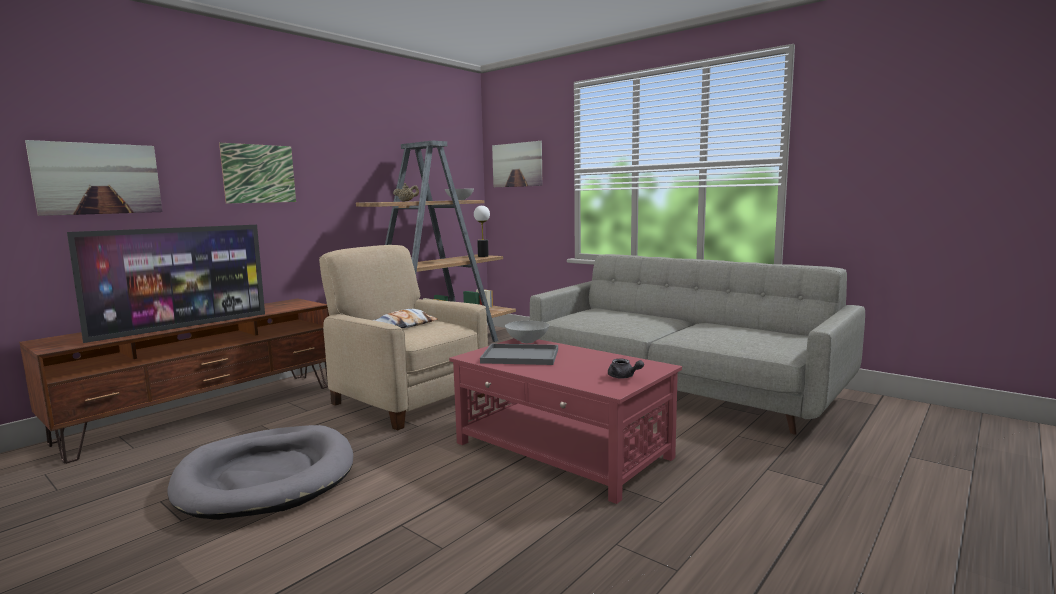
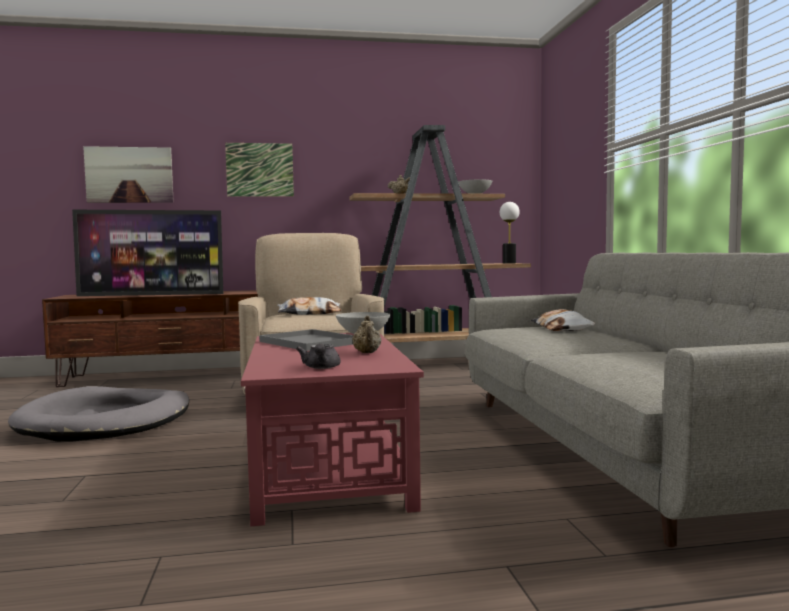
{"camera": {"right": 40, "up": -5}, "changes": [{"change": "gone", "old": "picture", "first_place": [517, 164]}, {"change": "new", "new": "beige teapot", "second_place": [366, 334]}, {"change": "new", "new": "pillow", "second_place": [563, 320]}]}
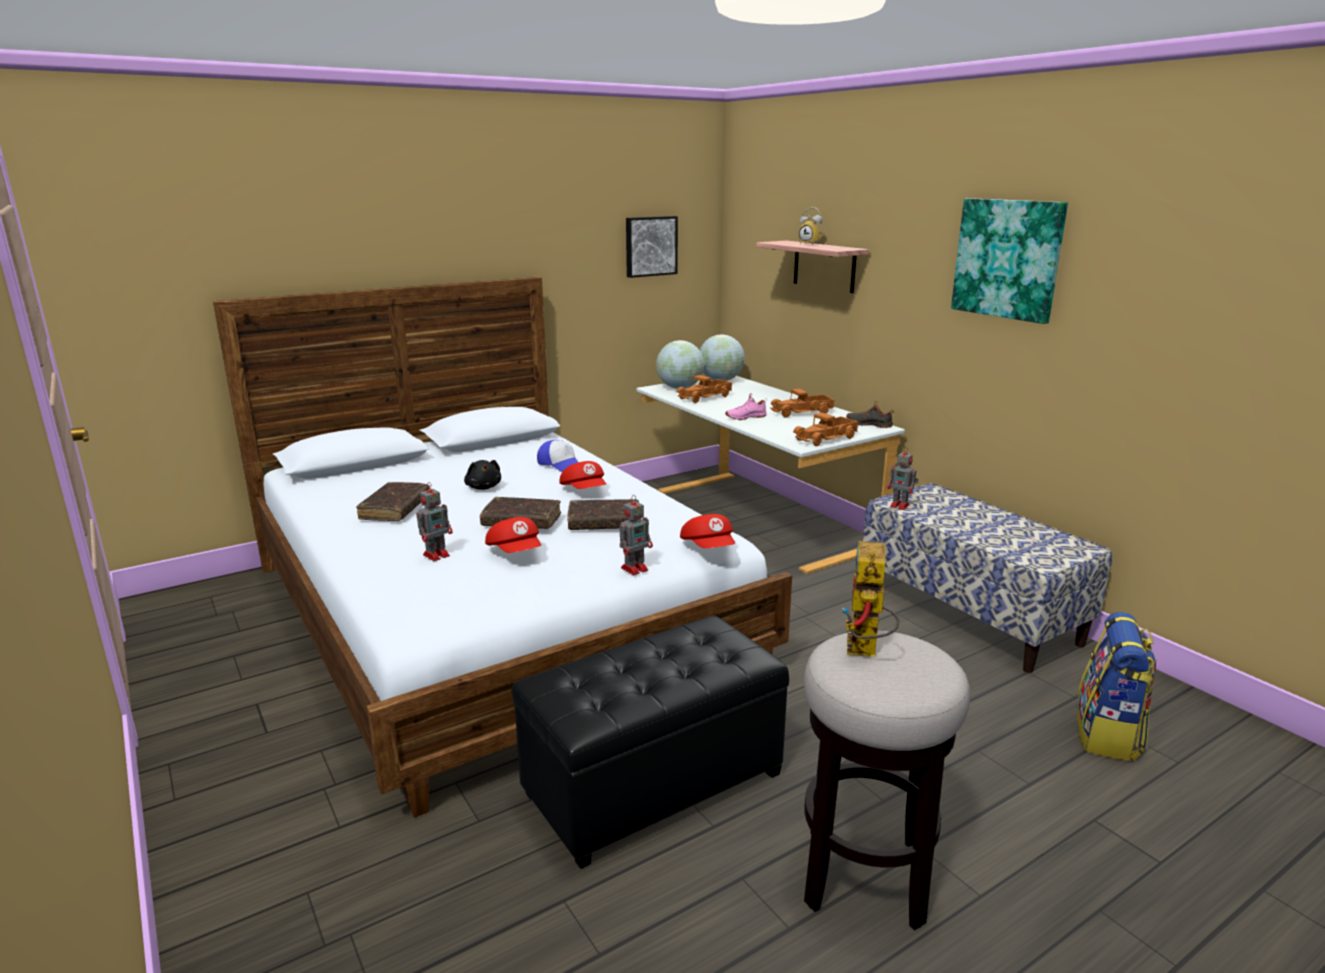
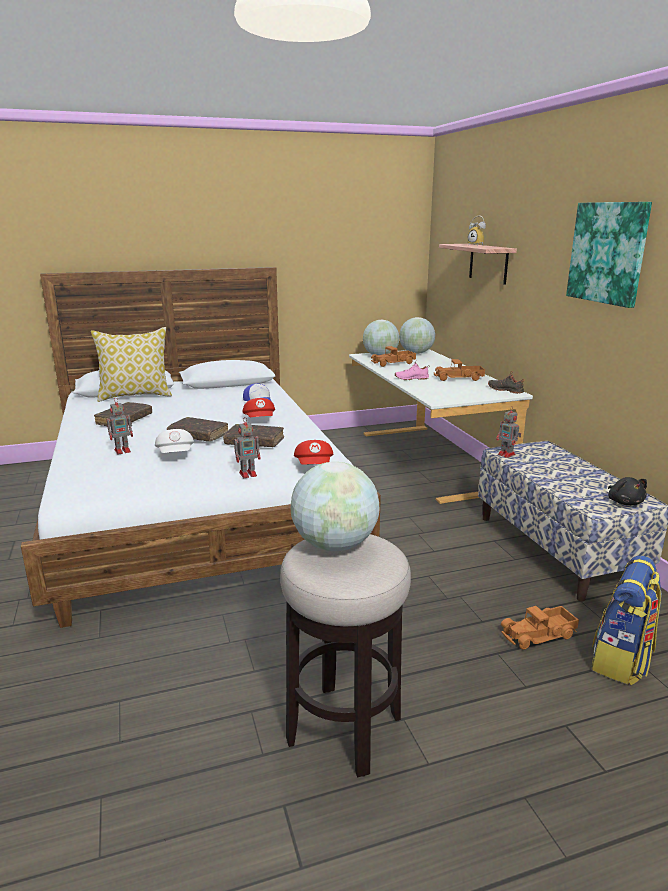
{"camera": {"right": 15, "up": 0}, "changes": [{"change": "gone", "old": "black ottoman", "first_place": [650, 742]}, {"change": "gone", "old": "picture", "first_place": [652, 247]}, {"change": "new", "new": "pillow", "second_place": [131, 364]}, {"change": "shifted", "old": "black plush toy", "first_place": [482, 475], "second_place": [627, 491]}, {"change": "shifted", "old": "toy truck", "first_place": [825, 429], "second_place": [540, 628]}, {"change": "swapped", "old": "toy robot", "new": "globe", "first_place": [870, 598], "second_place": [335, 506]}, {"change": "repainted", "old": "red cap", "new": "white cap", "first_place": [513, 535], "second_place": [174, 441]}]}
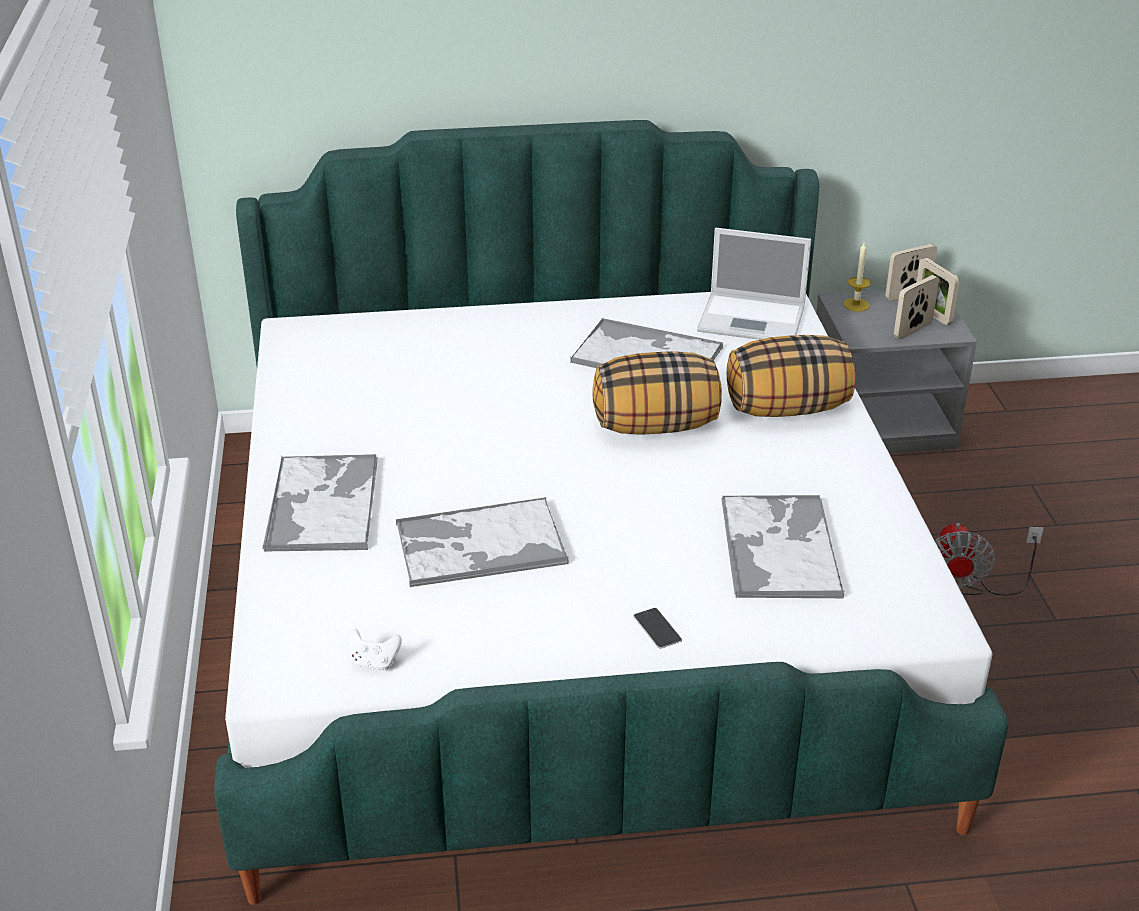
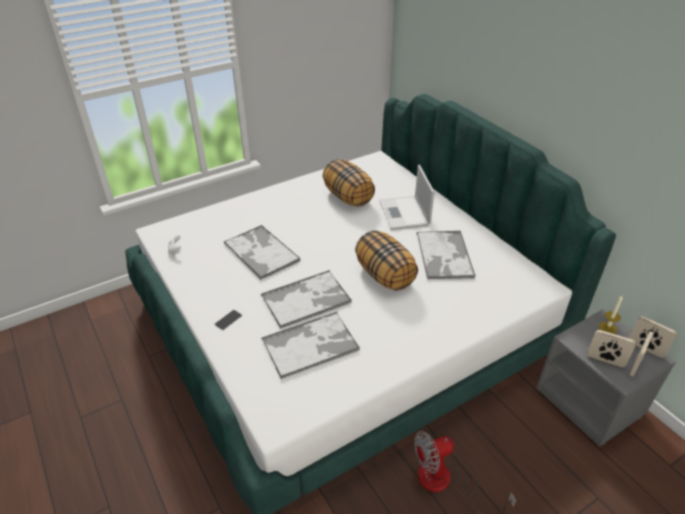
{"camera": {"right": 65, "up": 5}, "changes": [{"change": "shifted", "old": "tray", "first_place": [320, 502], "second_place": [306, 299]}, {"change": "shifted", "old": "laptop", "first_place": [754, 284], "second_place": [407, 197]}, {"change": "shifted", "old": "pillow", "first_place": [791, 376], "second_place": [349, 183]}]}
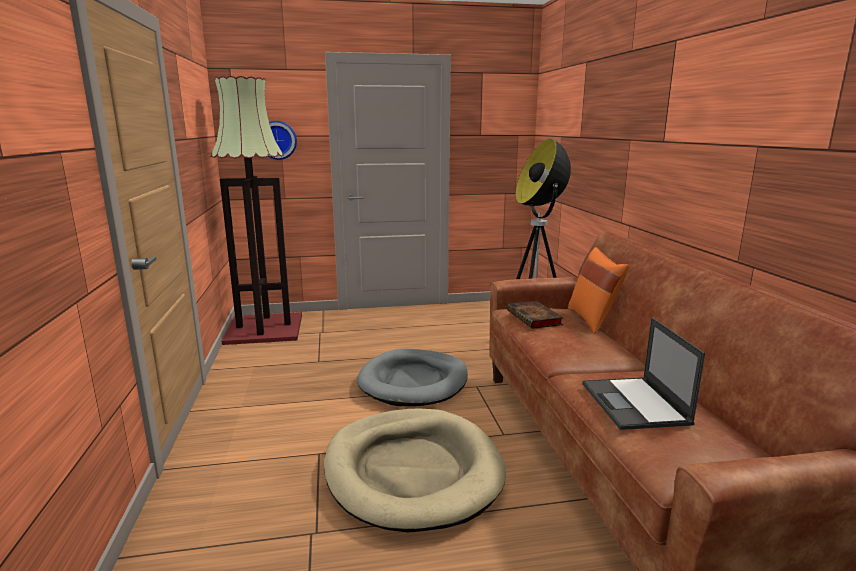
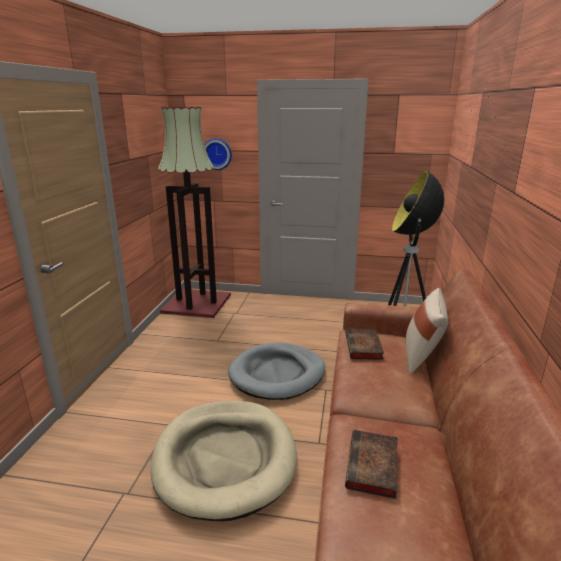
{"camera": {"right": 20, "up": 5}, "changes": [{"change": "swapped", "old": "laptop", "new": "book", "first_place": [643, 373], "second_place": [371, 464]}, {"change": "repainted", "old": "orange pillow", "new": "beige pillow", "first_place": [598, 290], "second_place": [427, 331]}]}
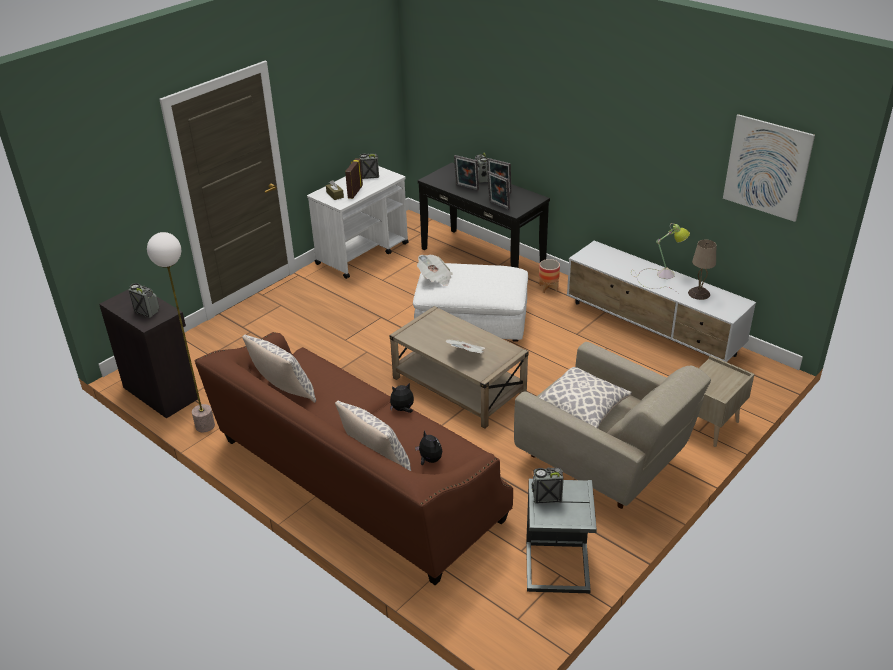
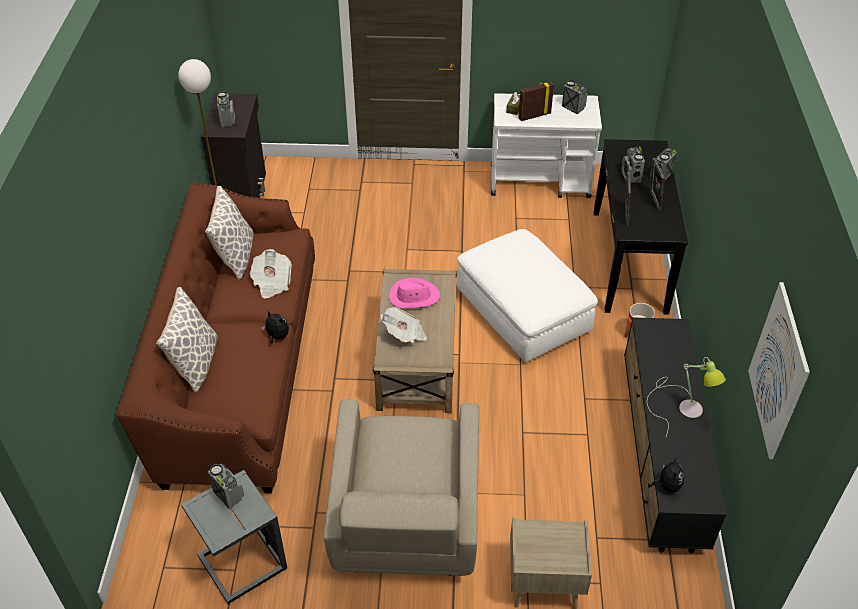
{"camera": {"right": 50, "up": 10}, "changes": [{"change": "gone", "old": "pillow", "first_place": [585, 397]}, {"change": "gone", "old": "beige table lamp", "first_place": [702, 270]}, {"change": "new", "new": "pink hat", "second_place": [414, 293]}, {"change": "shifted", "old": "plush toy", "first_place": [428, 447], "second_place": [668, 474]}, {"change": "shifted", "old": "newspaper", "first_place": [435, 270], "second_place": [270, 274]}, {"change": "swapped", "old": "picture frame", "new": "radio", "first_place": [466, 173], "second_place": [633, 164]}, {"change": "repainted", "old": "white tv stand", "new": "black tv stand", "first_place": [661, 301], "second_place": [675, 435]}]}
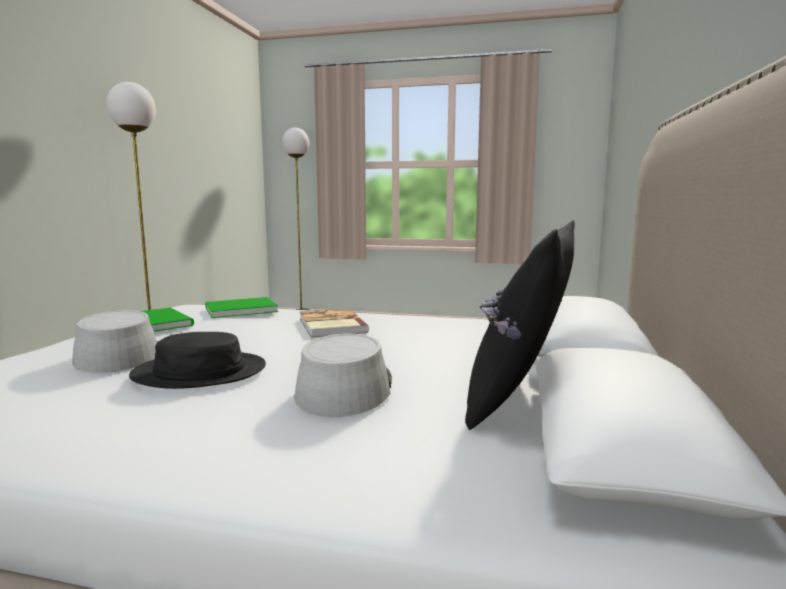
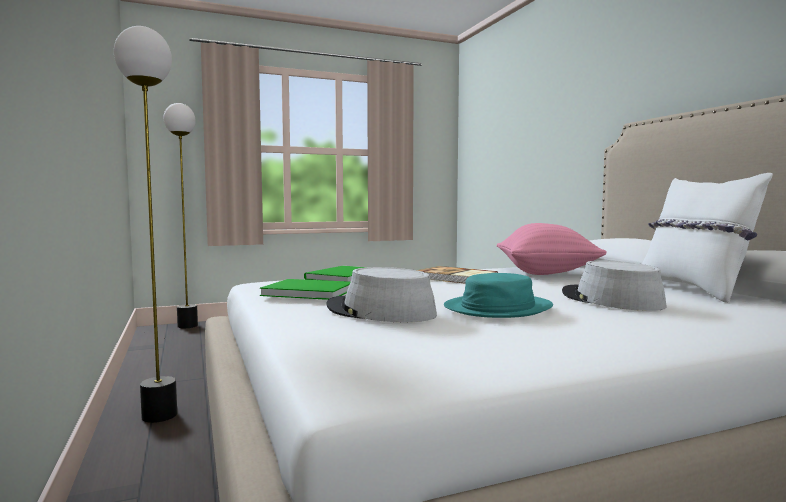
{"camera": {"right": -35, "up": -5}, "changes": [{"change": "new", "new": "pink pillow", "second_place": [552, 249]}, {"change": "repainted", "old": "black hat", "new": "turquoise hat", "first_place": [197, 360], "second_place": [498, 295]}, {"change": "repainted", "old": "black pillow", "new": "white pillow", "first_place": [520, 325], "second_place": [707, 238]}]}
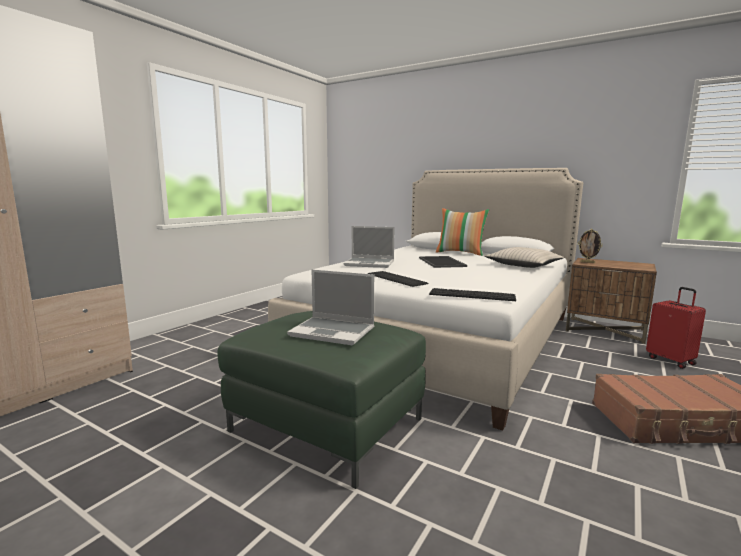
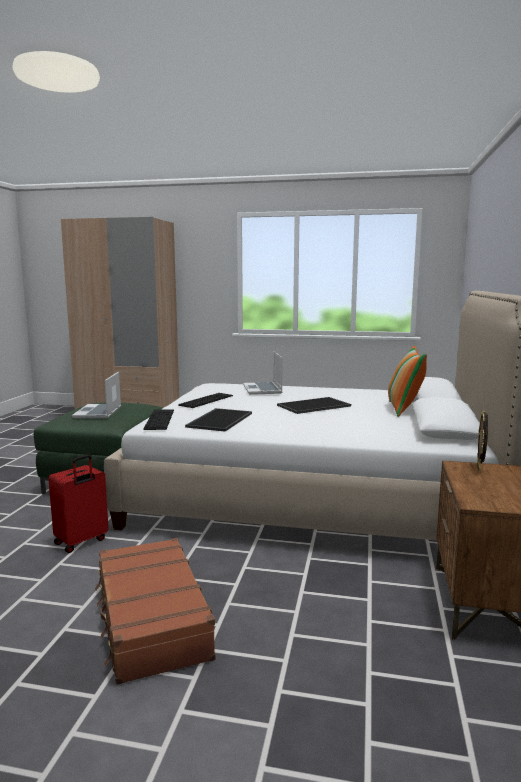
{"camera": {"right": 70, "up": 0}, "changes": [{"change": "gone", "old": "beige pillow", "first_place": [524, 257]}, {"change": "new", "new": "tray", "second_place": [218, 420]}, {"change": "shifted", "old": "red suitcase", "first_place": [676, 328], "second_place": [78, 504]}]}
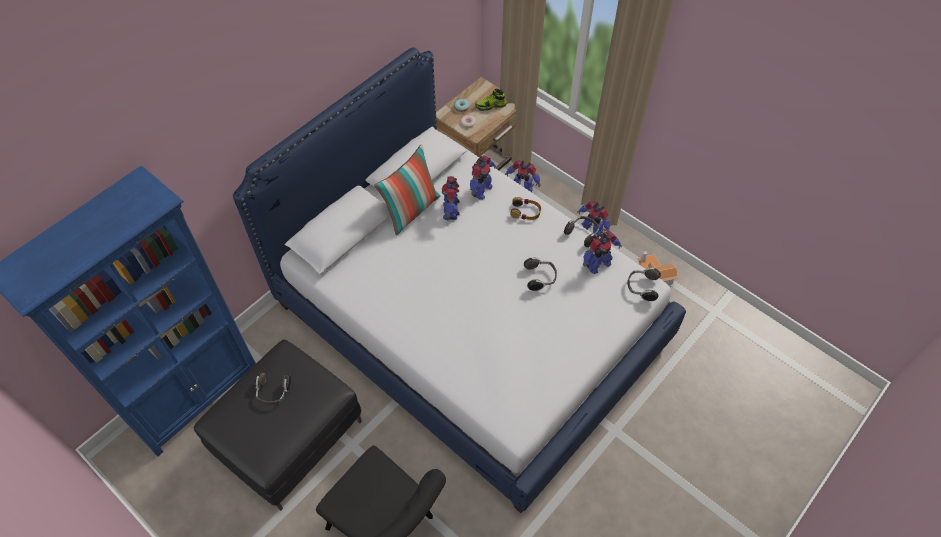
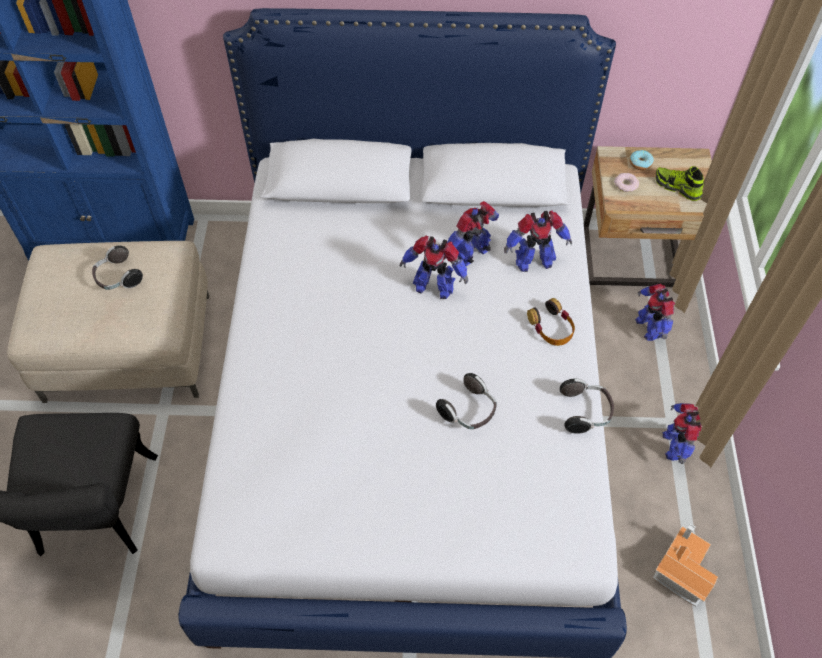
{"camera": {"right": 50, "up": 0}, "changes": [{"change": "gone", "old": "pillow", "first_place": [407, 189]}, {"change": "gone", "old": "headphones", "first_place": [644, 284]}, {"change": "shifted", "old": "toy robot", "first_place": [602, 252], "second_place": [434, 267]}, {"change": "repainted", "old": "black ottoman", "new": "beige ottoman", "first_place": [277, 425], "second_place": [108, 322]}]}
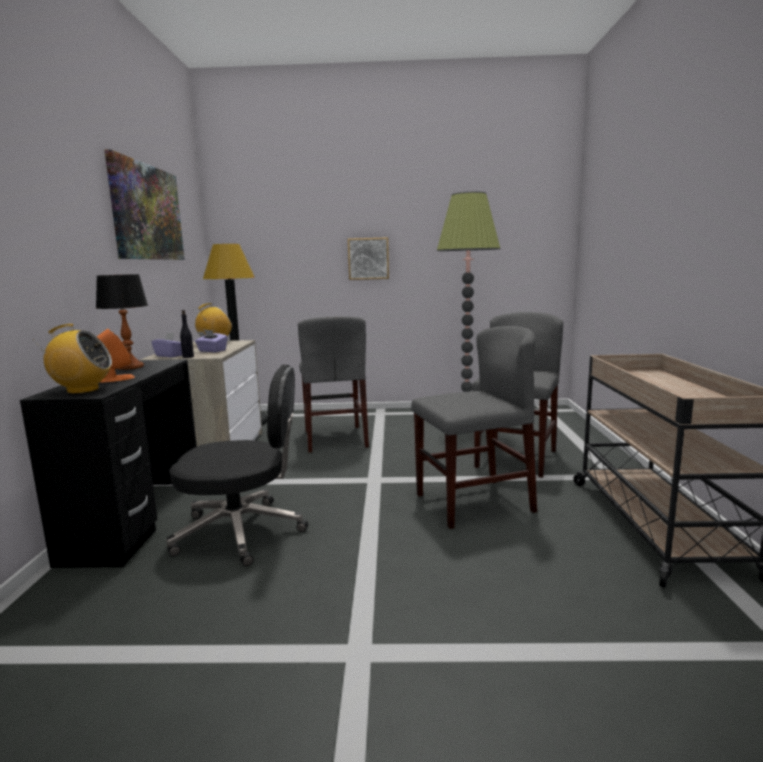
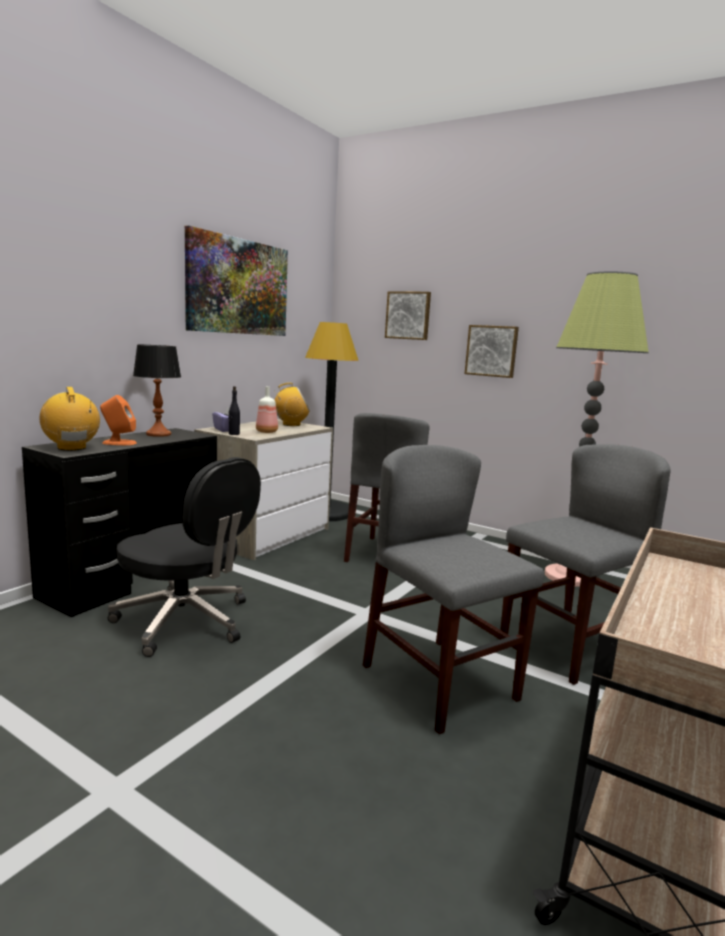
{"camera": {"right": 30, "up": 0}, "changes": [{"change": "new", "new": "picture", "second_place": [408, 315]}, {"change": "swapped", "old": "purple tissue box", "new": "bottle", "first_place": [211, 341], "second_place": [267, 409]}, {"change": "rotated", "old": "radio", "first_place": [72, 359], "second_place": [70, 419], "degrees": -150}, {"change": "rotated", "old": "grey chair", "first_place": [474, 427], "second_place": [453, 589], "degrees": -135}]}
